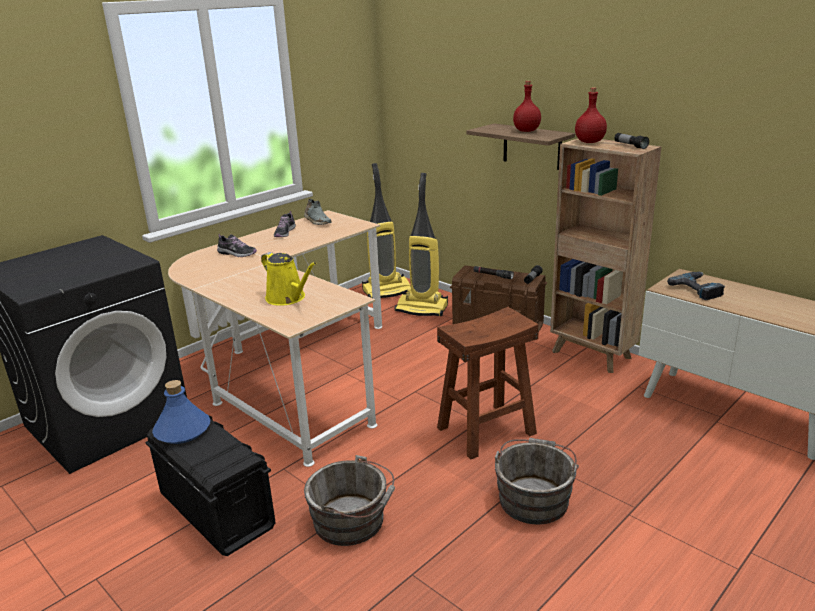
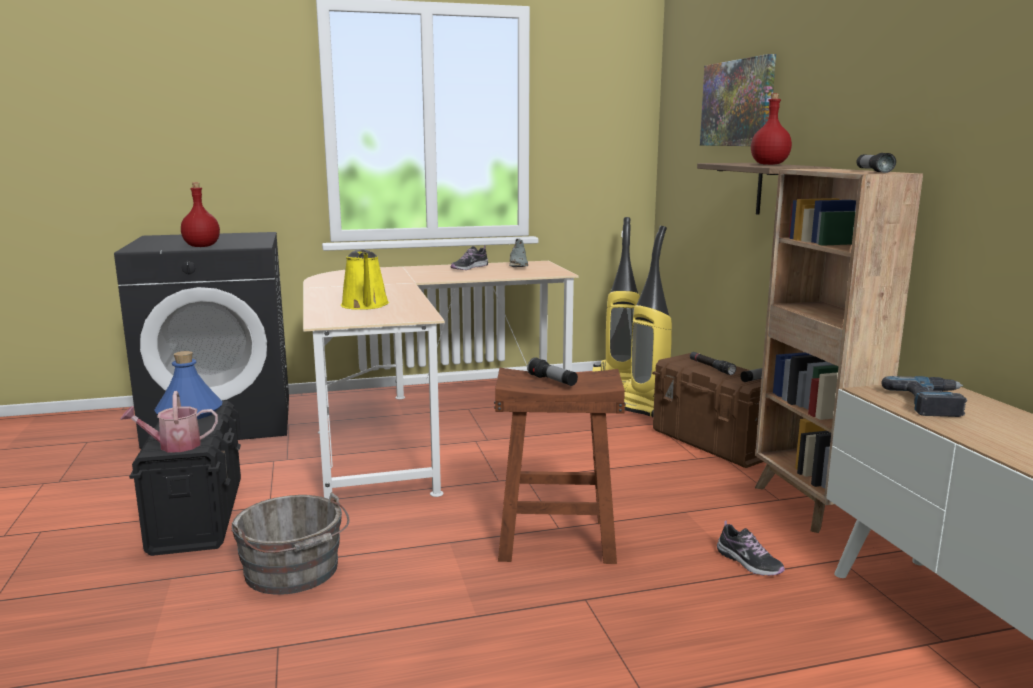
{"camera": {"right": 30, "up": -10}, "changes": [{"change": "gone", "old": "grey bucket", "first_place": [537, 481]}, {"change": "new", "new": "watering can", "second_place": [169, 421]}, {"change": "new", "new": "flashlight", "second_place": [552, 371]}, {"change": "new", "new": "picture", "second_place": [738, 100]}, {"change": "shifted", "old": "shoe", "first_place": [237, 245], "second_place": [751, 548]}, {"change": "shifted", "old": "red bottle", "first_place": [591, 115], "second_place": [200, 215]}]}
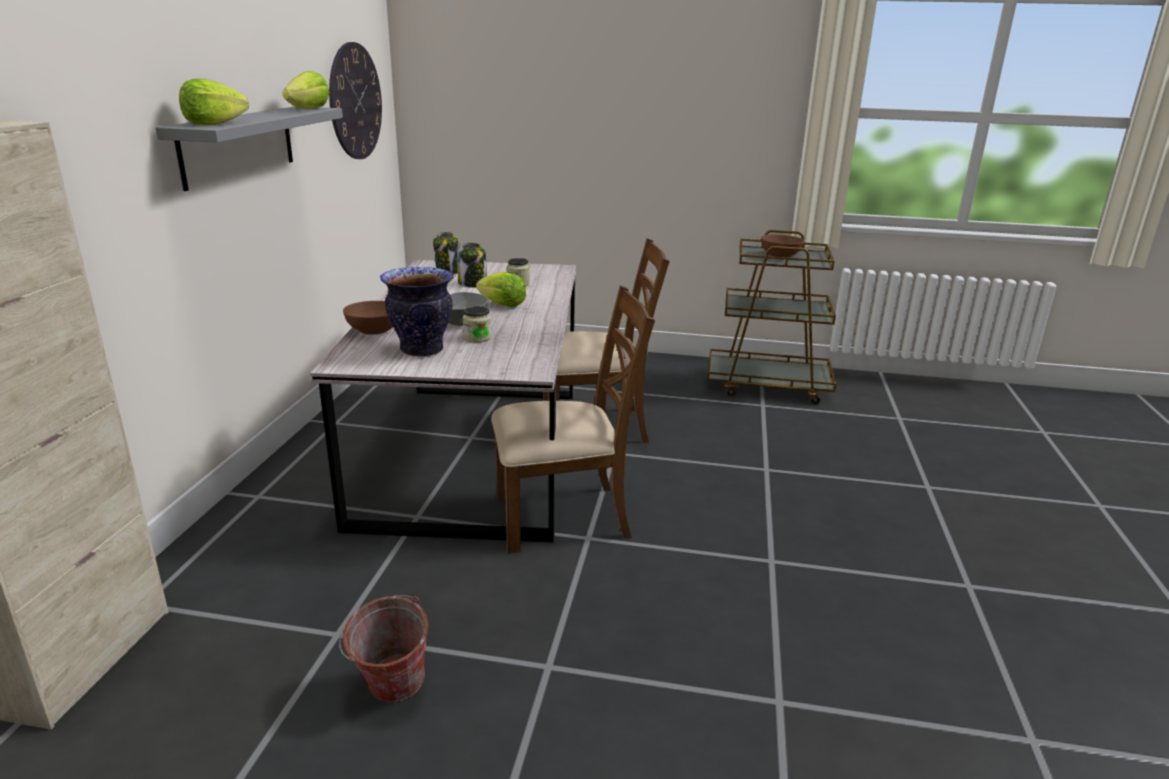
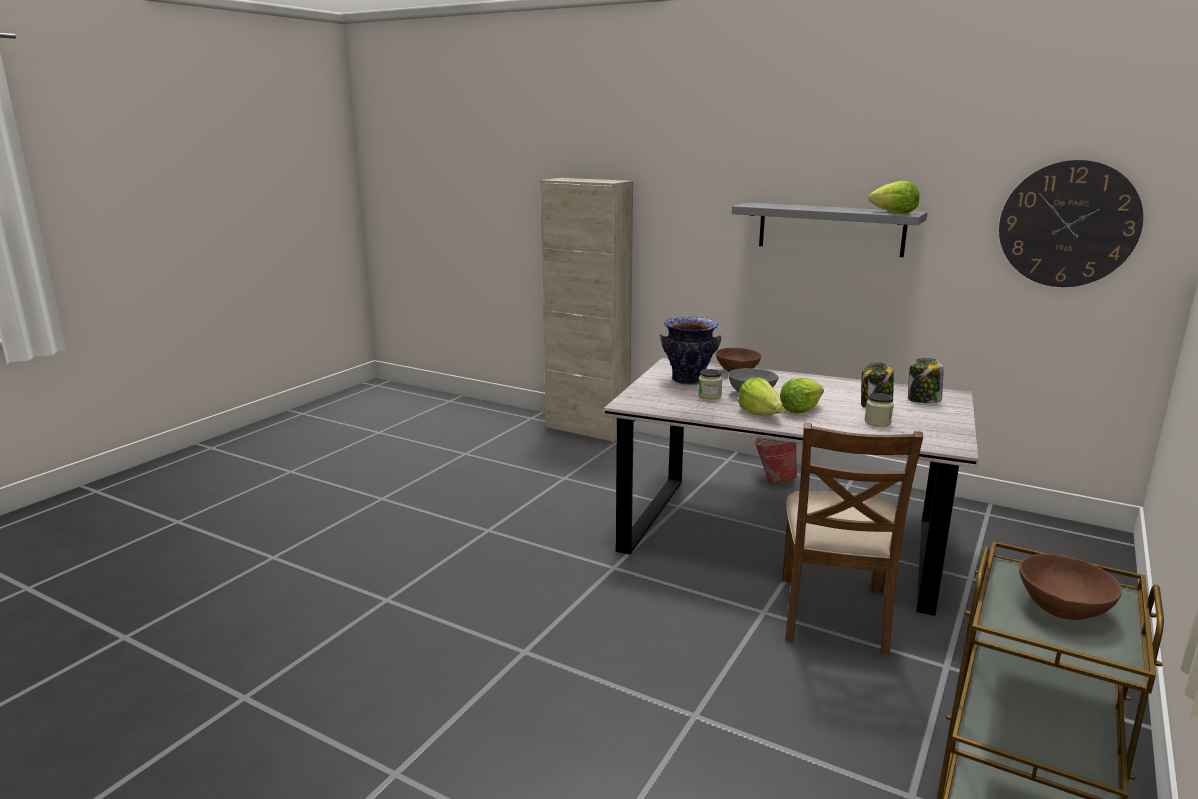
{"camera": {"right": 110, "up": -5}, "changes": [{"change": "gone", "old": "brown chair", "first_place": [573, 420]}, {"change": "shifted", "old": "lettuce", "first_place": [214, 102], "second_place": [760, 397]}, {"change": "shifted", "old": "bucket", "first_place": [383, 649], "second_place": [775, 460]}]}
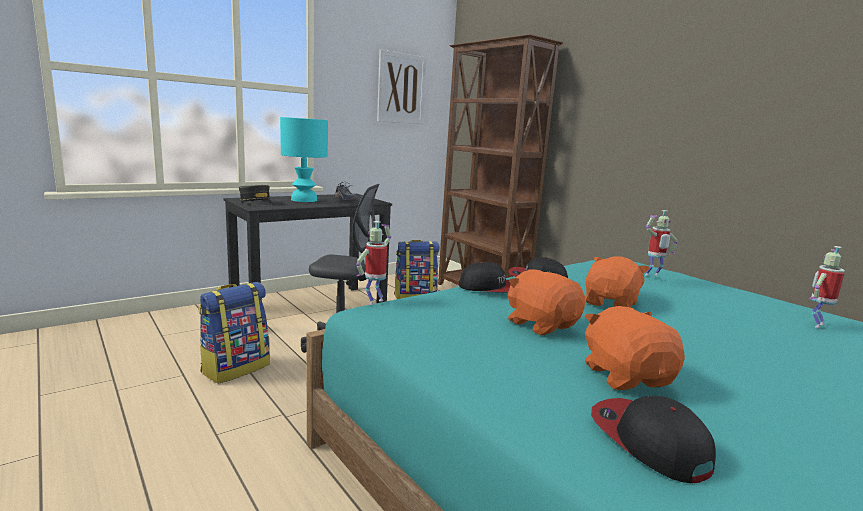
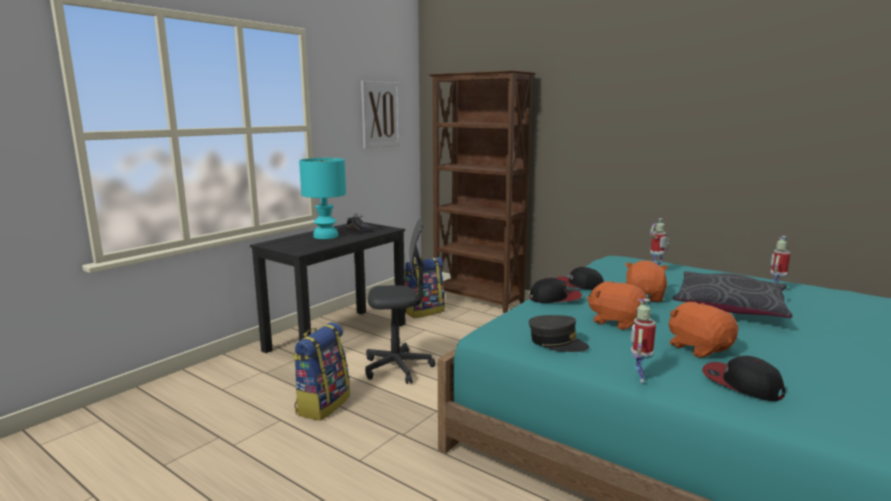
{"camera": {"right": -15, "up": 0}, "changes": [{"change": "new", "new": "grey pillow", "second_place": [733, 294]}, {"change": "shifted", "old": "grey cap", "first_place": [256, 195], "second_place": [559, 333]}, {"change": "shifted", "old": "toy robot", "first_place": [373, 263], "second_place": [643, 340]}]}
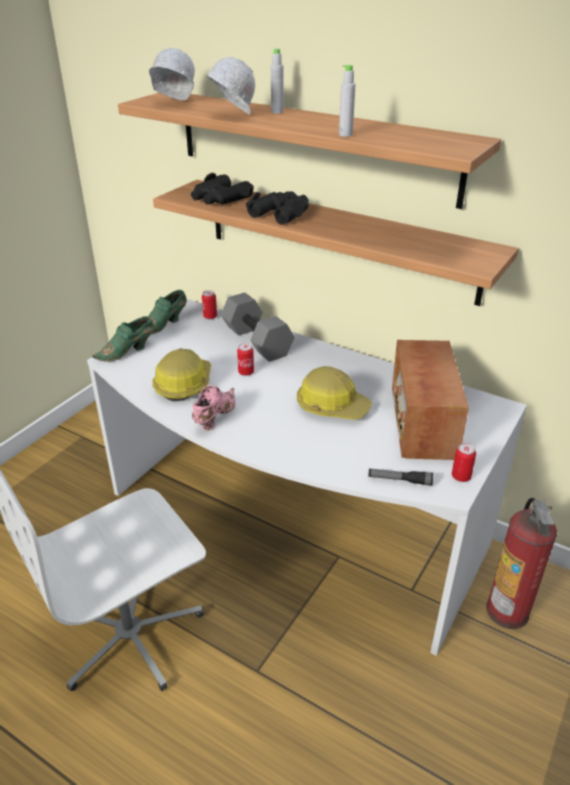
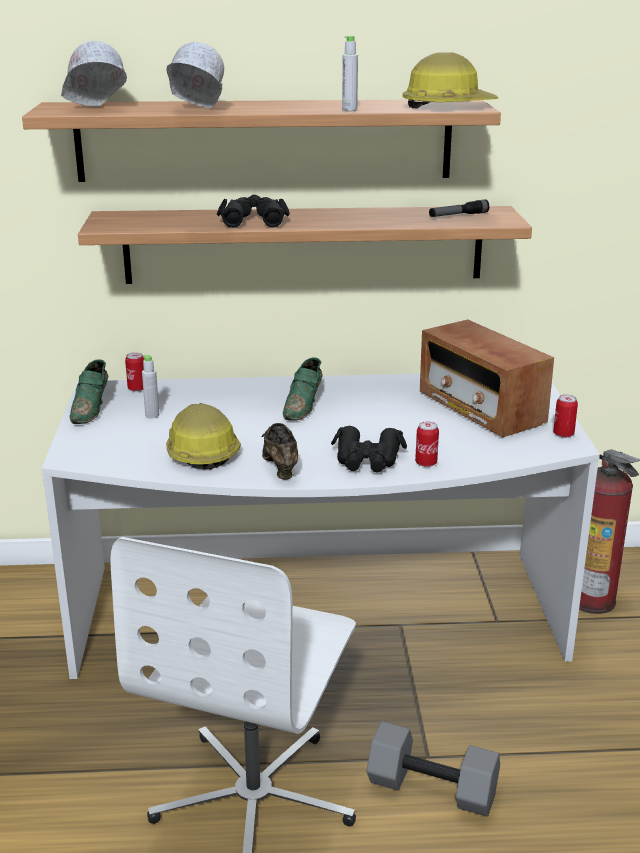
{"camera": {"right": -35, "up": -10}, "changes": [{"change": "shifted", "old": "green shoe", "first_place": [123, 339], "second_place": [303, 389]}, {"change": "shifted", "old": "black binoculars", "first_place": [222, 189], "second_place": [369, 449]}, {"change": "shifted", "old": "grey dumbbell", "first_place": [257, 327], "second_place": [433, 769]}, {"change": "shifted", "old": "can", "first_place": [245, 359], "second_place": [427, 444]}, {"change": "shifted", "old": "grey bottle", "first_place": [277, 80], "second_place": [150, 386]}, {"change": "shifted", "old": "hard hat", "first_place": [334, 393], "second_place": [450, 80]}, {"change": "shifted", "old": "flashlight", "first_place": [400, 477], "second_place": [459, 208]}, {"change": "repainted", "old": "pink shoe", "new": "brown shoe", "first_place": [213, 407], "second_place": [279, 451]}]}
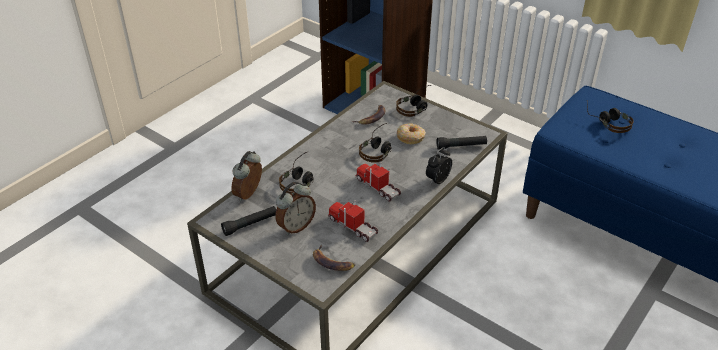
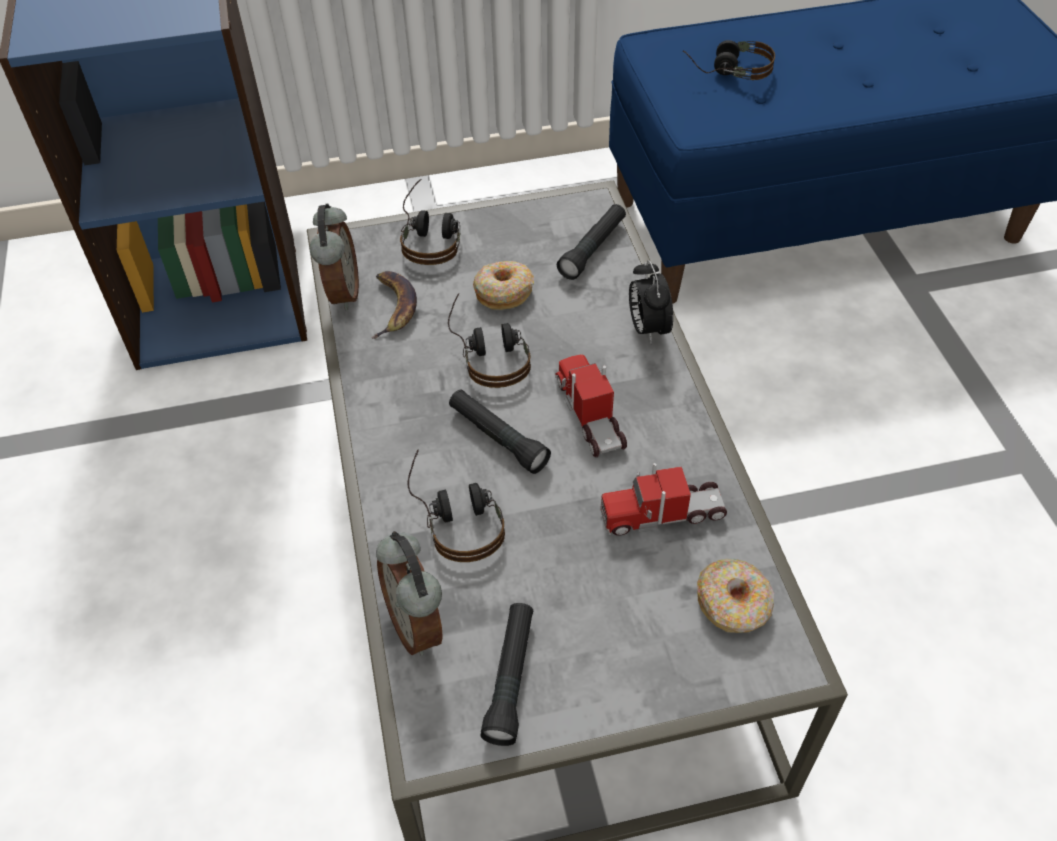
{"camera": {"right": -50, "up": 10}, "changes": [{"change": "new", "new": "black flashlight", "second_place": [500, 432]}, {"change": "shifted", "old": "alarm clock", "first_place": [295, 208], "second_place": [334, 257]}, {"change": "swapped", "old": "banana", "new": "donut", "first_place": [334, 258], "second_place": [735, 596]}, {"change": "rotated", "old": "toy truck", "first_place": [378, 182], "second_place": [591, 405], "degrees": 75}]}
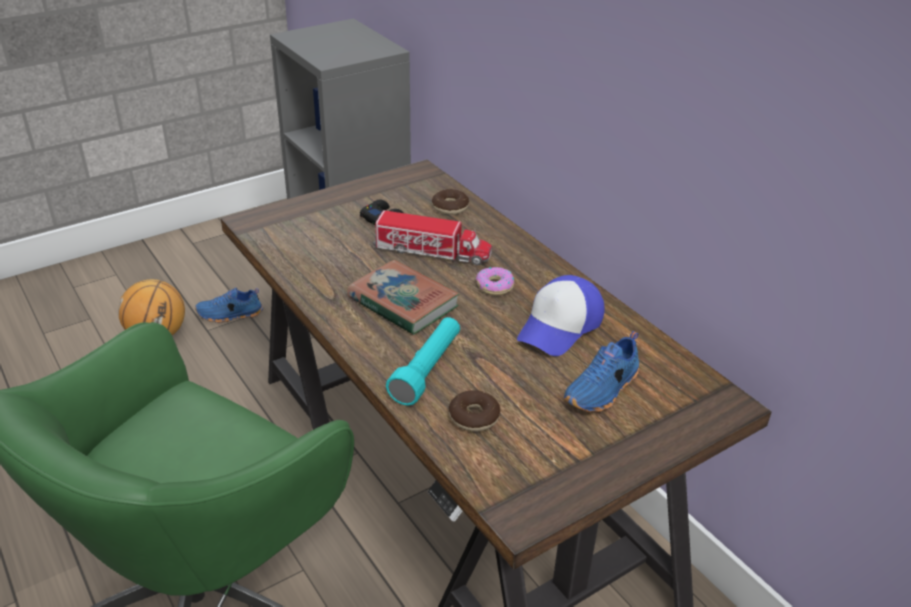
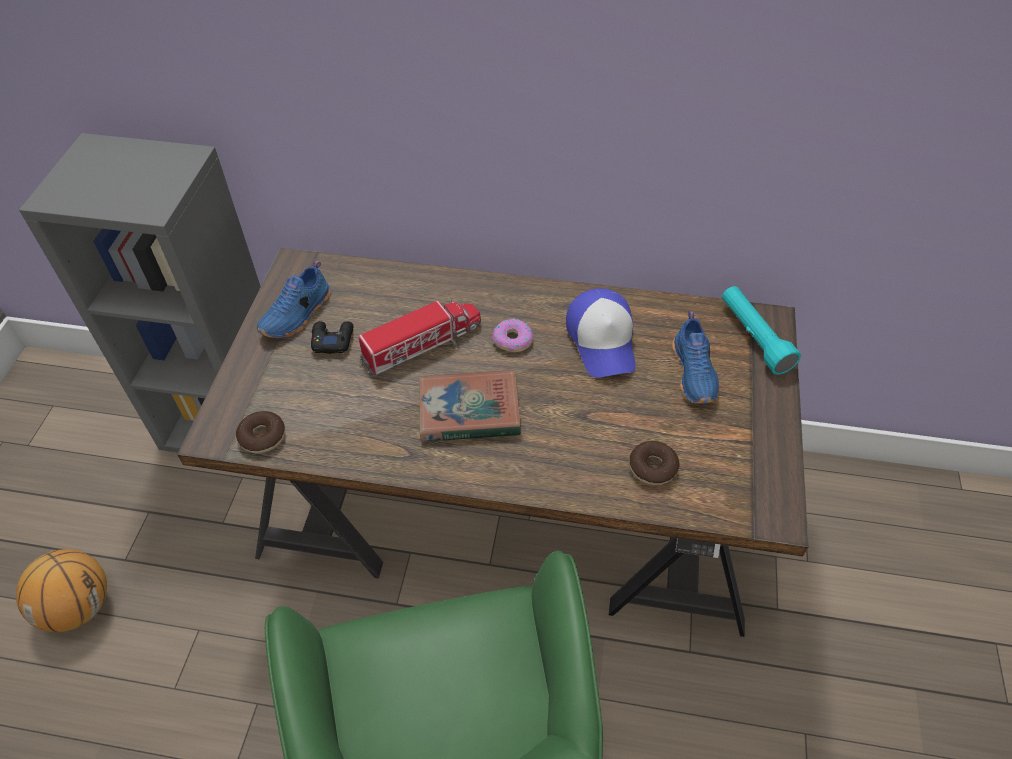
{"camera": {"right": -45, "up": 15}, "changes": [{"change": "shifted", "old": "blue shoe", "first_place": [229, 305], "second_place": [293, 299]}, {"change": "shifted", "old": "turquoise flashlight", "first_place": [423, 361], "second_place": [761, 330]}, {"change": "shifted", "old": "donut", "first_place": [450, 202], "second_place": [260, 432]}]}
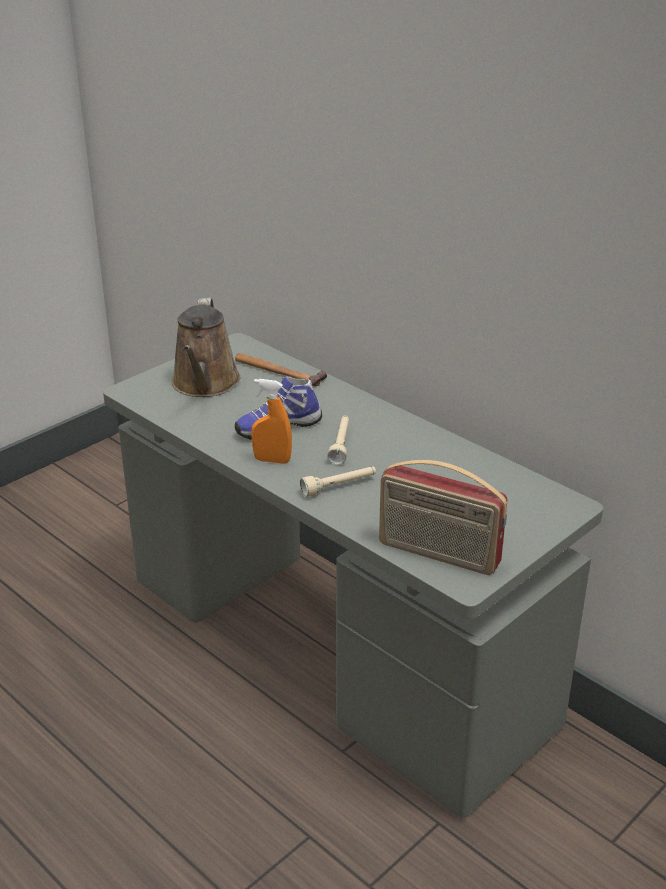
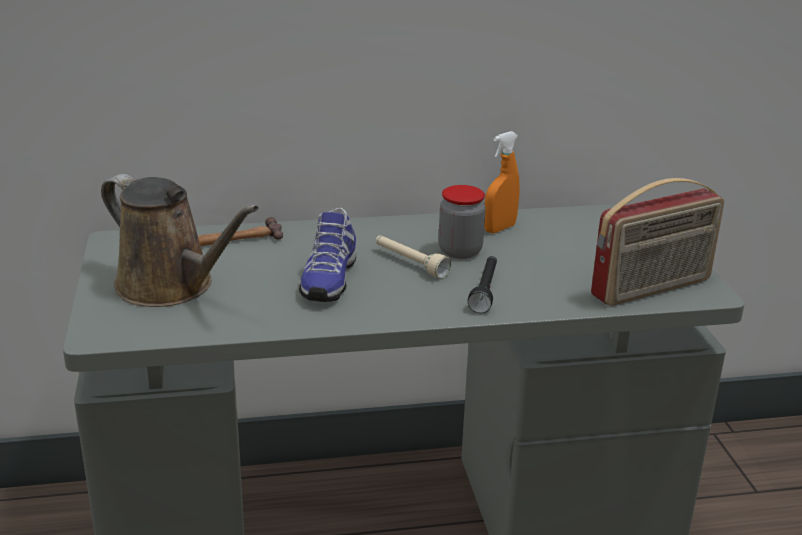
{"camera": {"right": -55, "up": -5}, "changes": [{"change": "new", "new": "jar", "second_place": [462, 222]}, {"change": "shifted", "old": "orange spray bottle", "first_place": [271, 421], "second_place": [502, 182]}, {"change": "repainted", "old": "beige flashlight", "new": "black flashlight", "first_place": [338, 481], "second_place": [482, 284]}]}
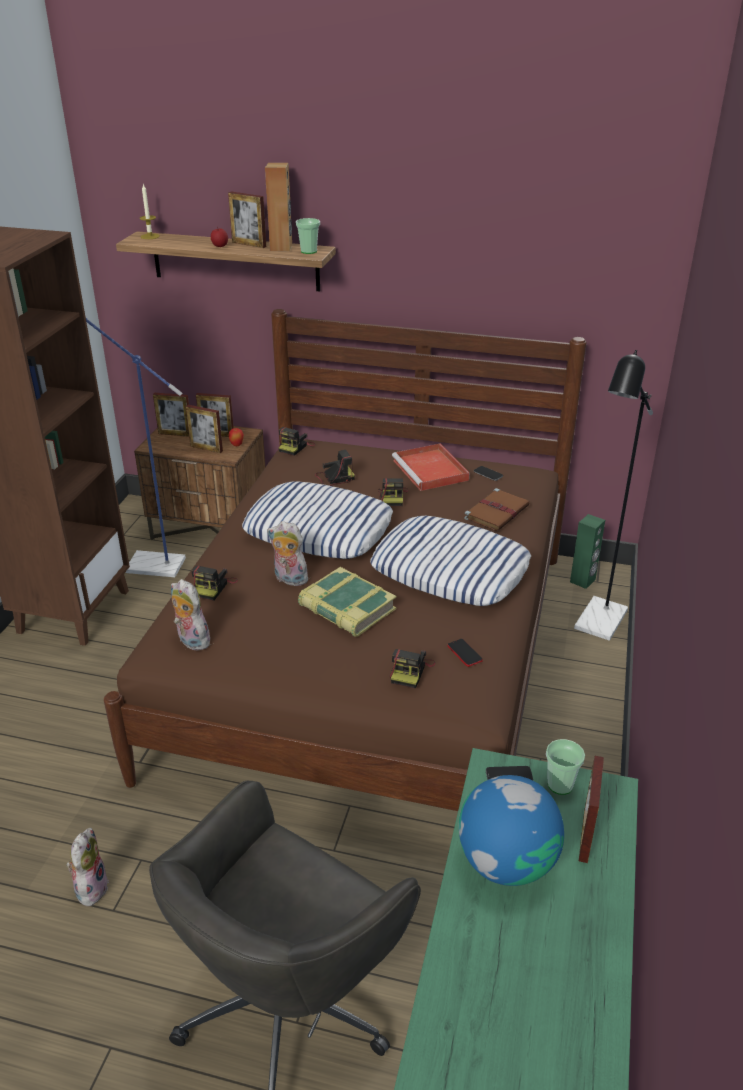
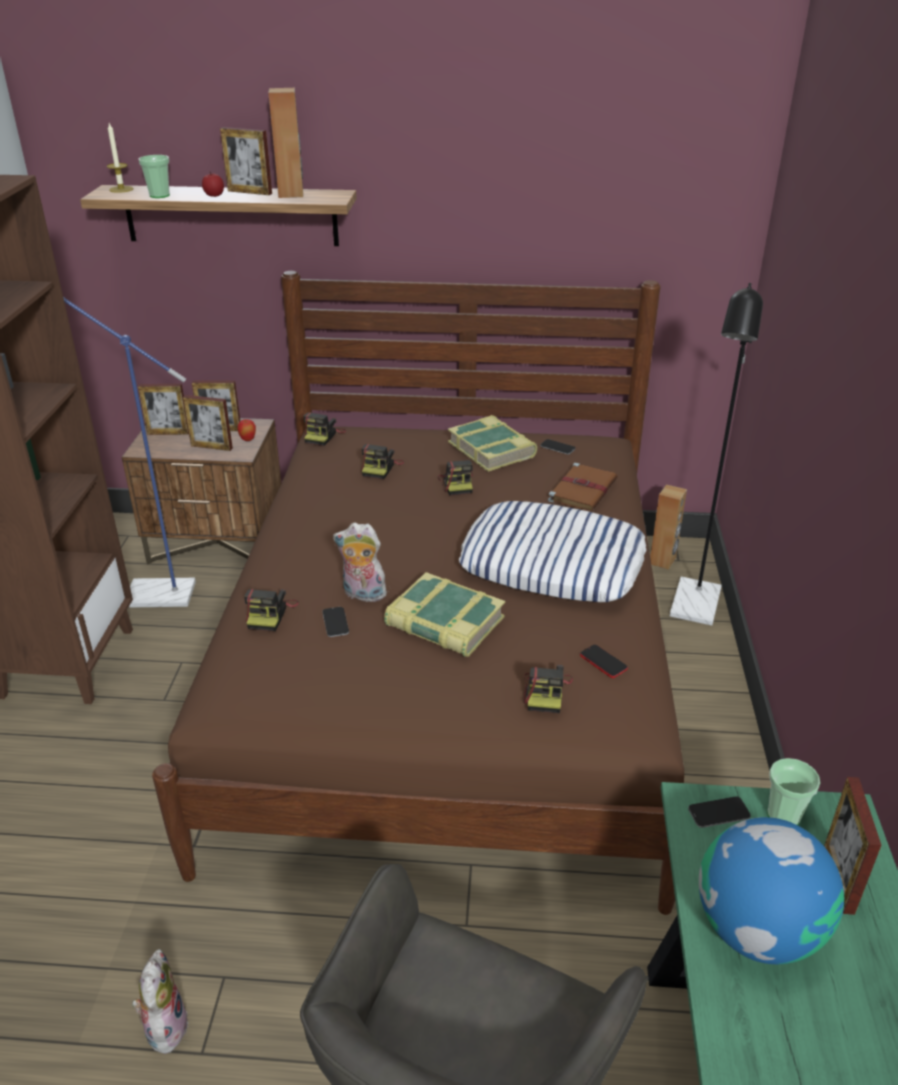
{"camera": {"right": -10, "up": 0}, "changes": [{"change": "gone", "old": "plush toy", "first_place": [192, 615]}, {"change": "gone", "old": "pillow", "first_place": [317, 520]}, {"change": "new", "new": "phone", "second_place": [335, 622]}, {"change": "shifted", "old": "cup", "first_place": [308, 236], "second_place": [154, 176]}, {"change": "swapped", "old": "red tray", "new": "book", "first_place": [431, 467], "second_place": [492, 443]}, {"change": "repainted", "old": "green speaker", "new": "brown speaker", "first_place": [587, 551], "second_place": [668, 527]}, {"change": "rotated", "old": "photo camera", "first_place": [335, 468], "second_place": [382, 461], "degrees": 135}]}
